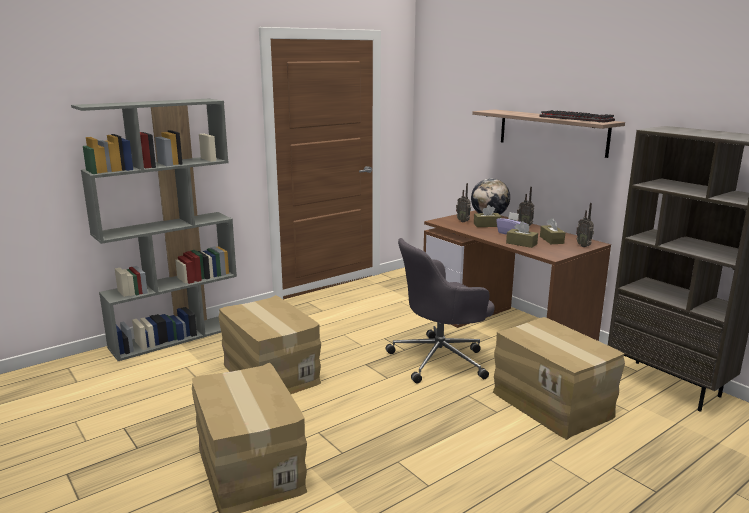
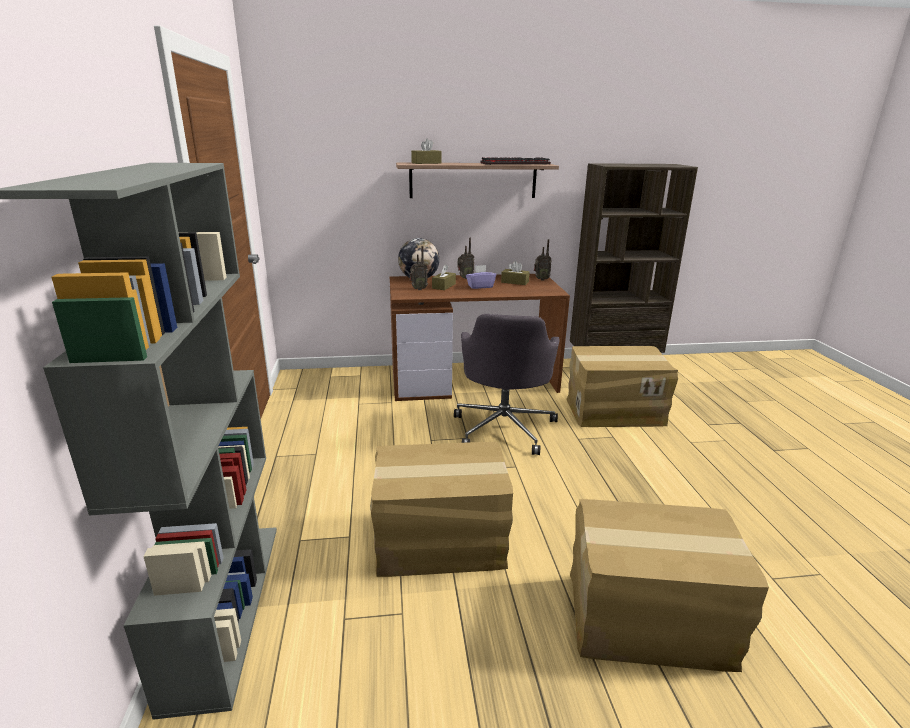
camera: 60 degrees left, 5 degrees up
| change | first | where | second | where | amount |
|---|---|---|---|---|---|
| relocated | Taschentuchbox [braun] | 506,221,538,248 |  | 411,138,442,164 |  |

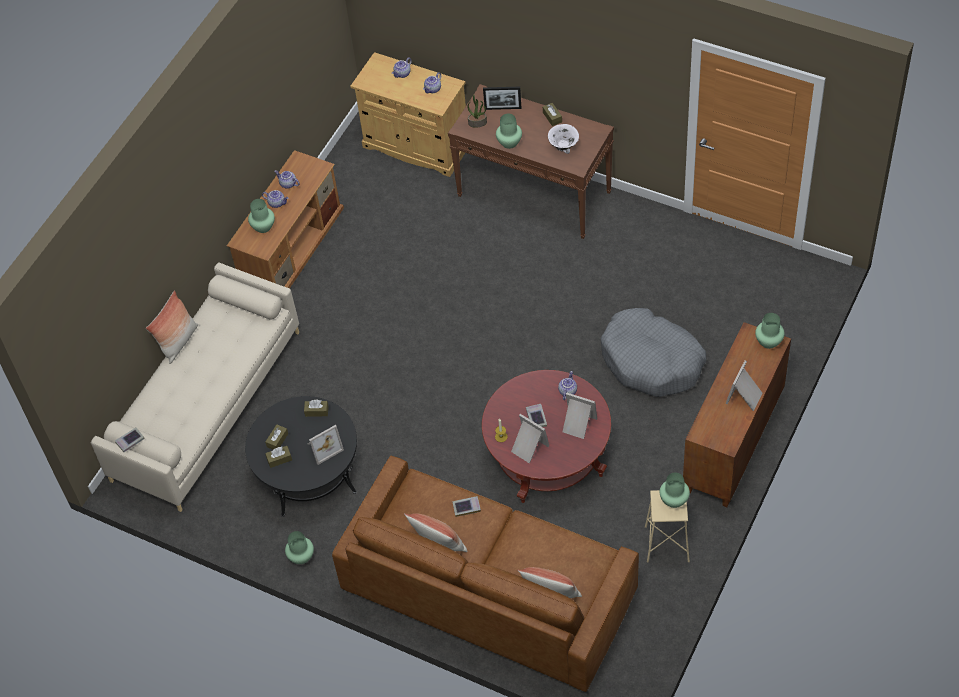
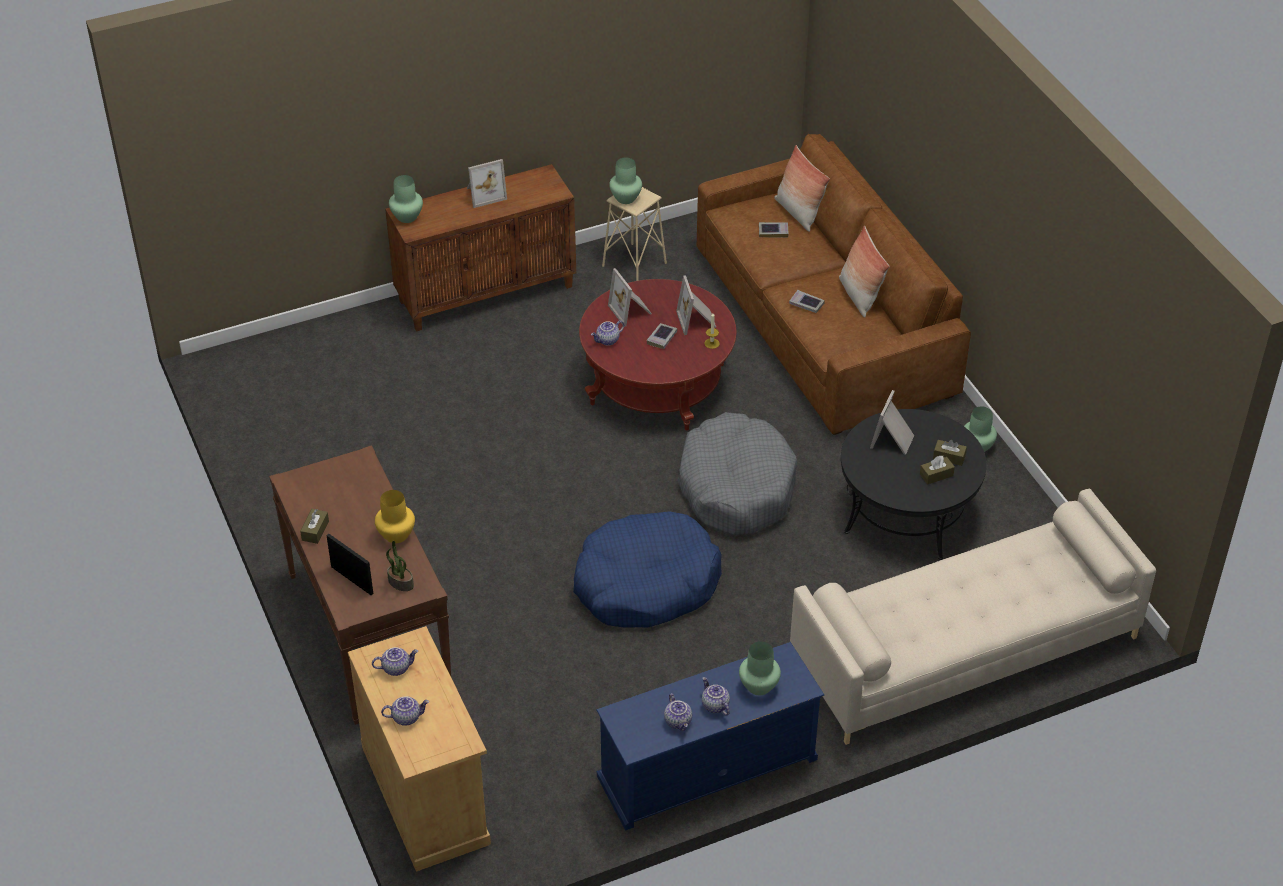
camera: 145 degrees left, 10 degrees down
| change | first | where | second | where | amount |
|---|---|---|---|---|---|
| colour | Vase [grün] | 496,114,522,149 | Vase [gelb] | 375,490,415,543 |  |
| appeared |  |  | Hundebett [blau] | 573,511,722,628 |  |
| colour | Fernsehschrank [braun] | 227,150,344,289 | Fernsehschrank [blau] | 596,642,824,831 |  |
| relocated | Hundebett [grau] | 601,308,706,397 |  | 677,412,797,536 |  |
| relocated | Buch | 115,428,145,452 |  | 759,222,789,238 |  |
| spun | Bilderrahmen | 308,425,344,465 |  | 870,390,914,455 | 75 degrees counterclockwise |
| missing | Kissen | 146,290,198,364 |  |  |  |
| missing | Taschentuchbox [braun] | 304,399,329,417 |  |  |  |
| missing | Schüssel [weiß] | 548,124,579,154 |  |  |  |

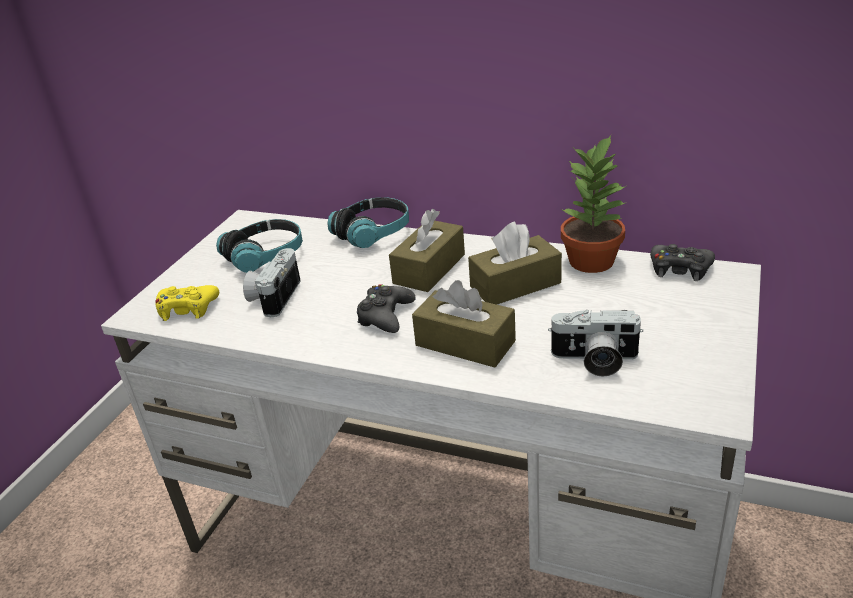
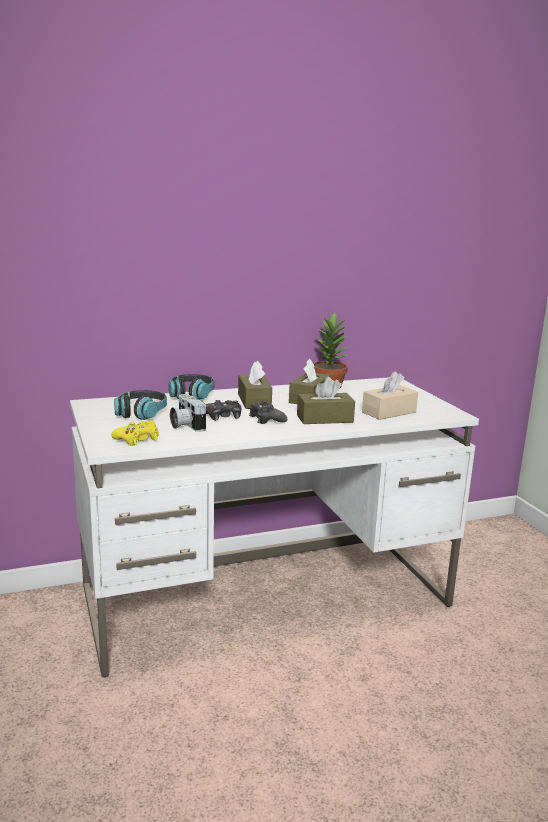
camera: 45 degrees left, 15 degrees down
| change | first | where | second | where | amount |
|---|---|---|---|---|---|
| relocated | Gamepad [schwarz] | 650,244,715,281 |  | 206,400,241,421 |  |
| exchanged | Kamera | 548,310,643,377 | Taschentuchbox [beige] | 362,371,418,420 |  |

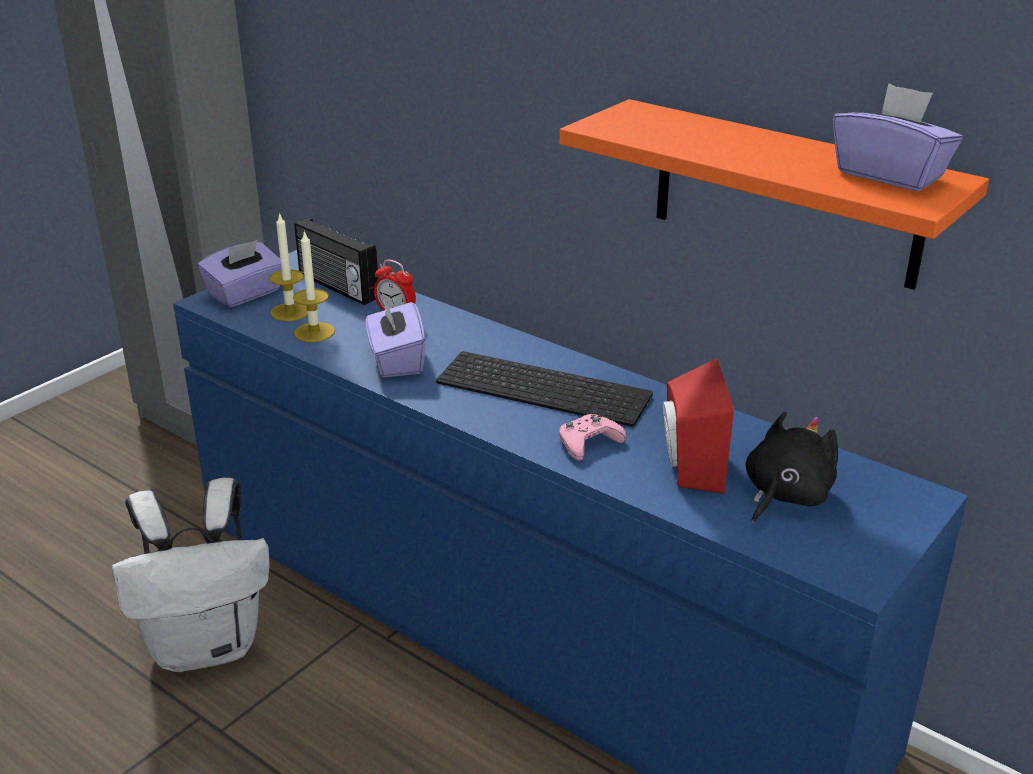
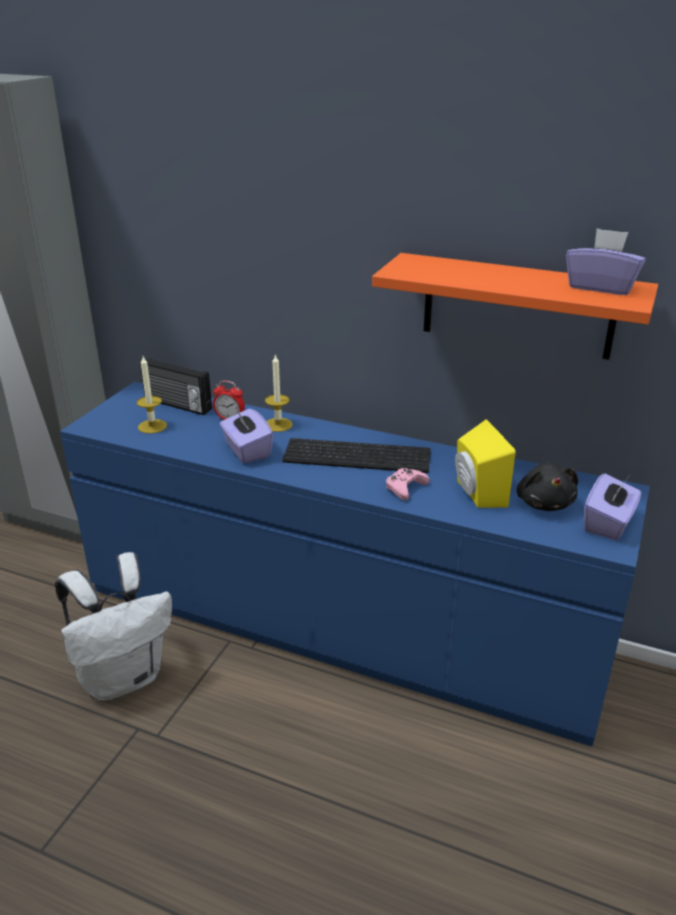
camera: 15 degrees left, 0 degrees up
| change | first | where | second | where | amount |
|---|---|---|---|---|---|
| relocated | Kerze | 293,230,335,342 |  | 265,354,293,432 |  |
| colour | Lautsprecher [rot] | 663,358,734,494 | Lautsprecher [gelb] | 455,419,516,508 |  |
| spun | Plüschtier [schwarz] | 746,411,838,524 |  | 516,462,578,511 | 150 degrees clockwise |
| relocated | Taschentuchbox [lila] | 198,240,281,307 |  | 584,473,641,541 |  |

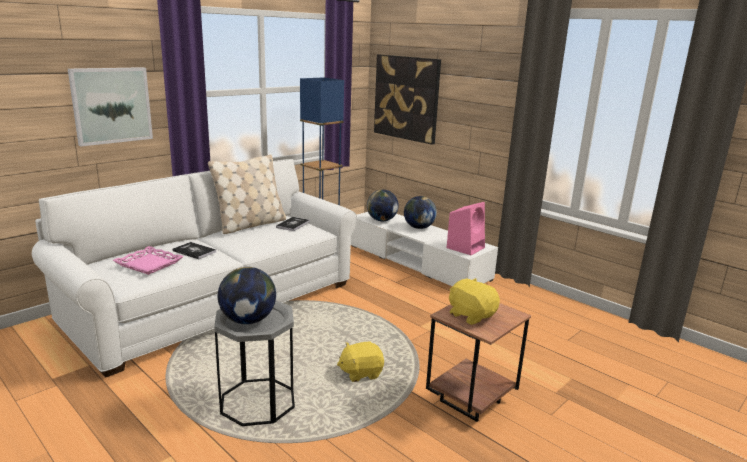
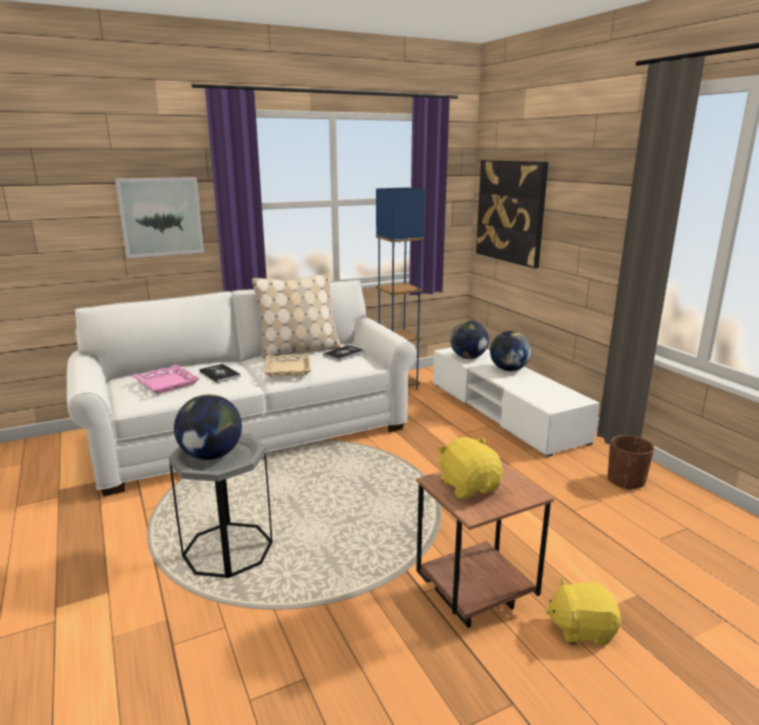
camera: 20 degrees right, 0 degrees up
| change | first | where | second | where | amount |
|---|---|---|---|---|---|
| appeared |  |  | Tablett [beige] | 264,354,311,377 |  |
| relocated | Plüschtier [gelb] | 337,342,384,382 |  | 546,578,621,646 |  |
| appeared |  |  | Pflanzkübel [braun] | 608,435,654,490 |  |
| missing | Lautsprecher [rosa] | 447,202,485,255 |  |  |  |

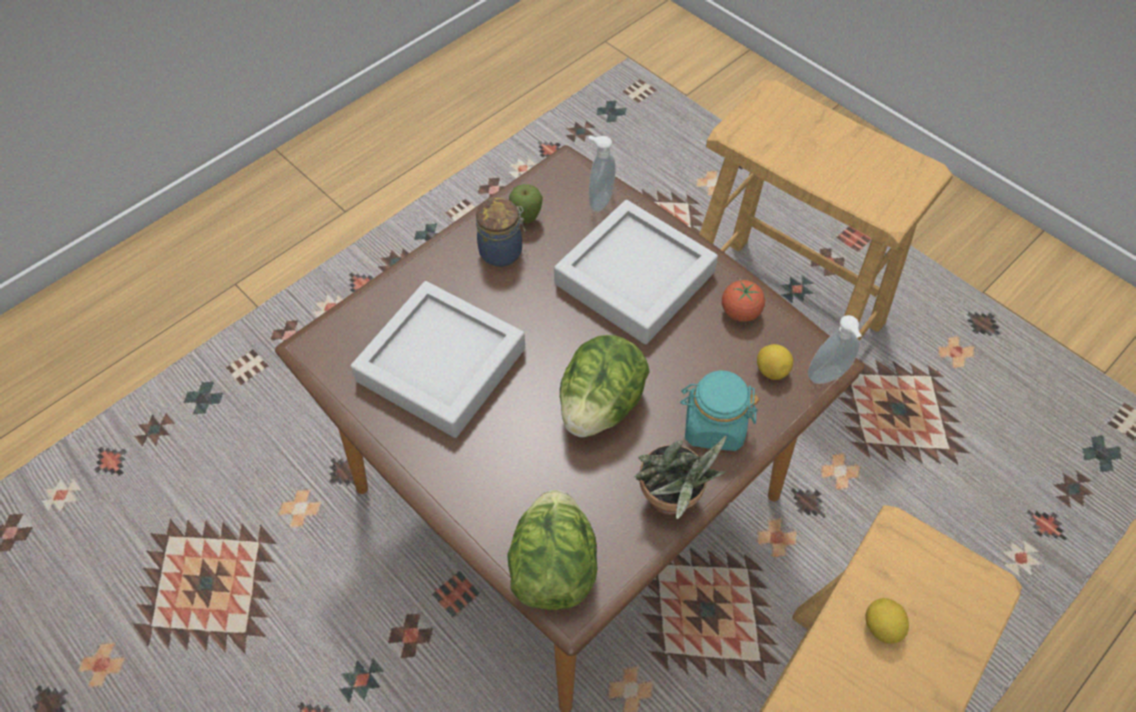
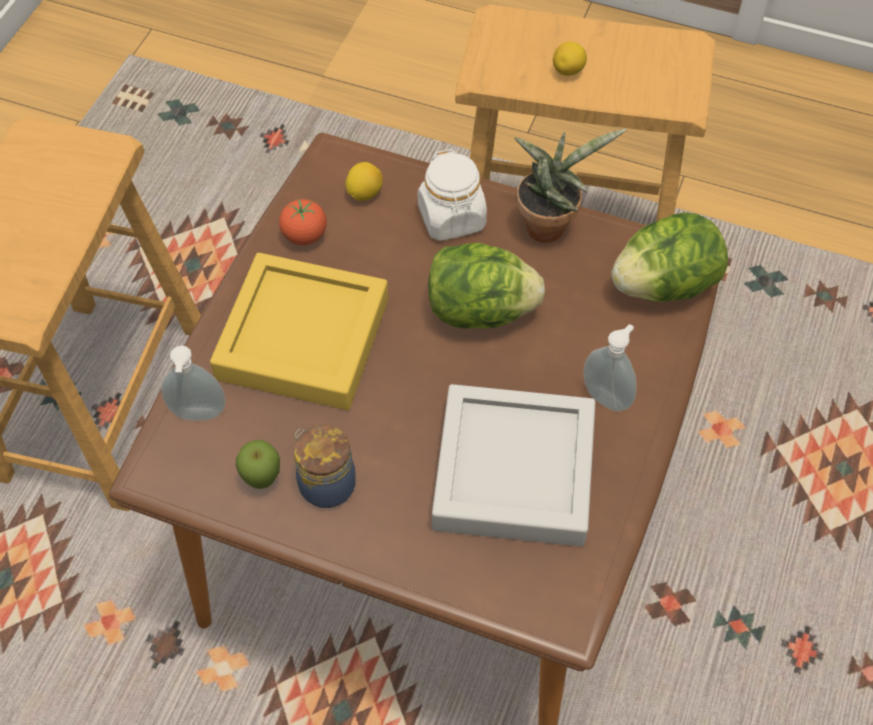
camera: 115 degrees left, 0 degrees up
| change | first | where | second | where | amount |
|---|---|---|---|---|---|
| colour | Tablett [grau] | 554,200,718,344 | Tablett [gelb] | 210,253,388,410 |  |
| colour | Vorratsglas [türkis] | 680,370,759,451 | Vorratsglas [weiß] | 418,149,487,241 |  |
| relocated | Seifenspender | 808,315,862,384 |  | 583,324,637,412 |  |

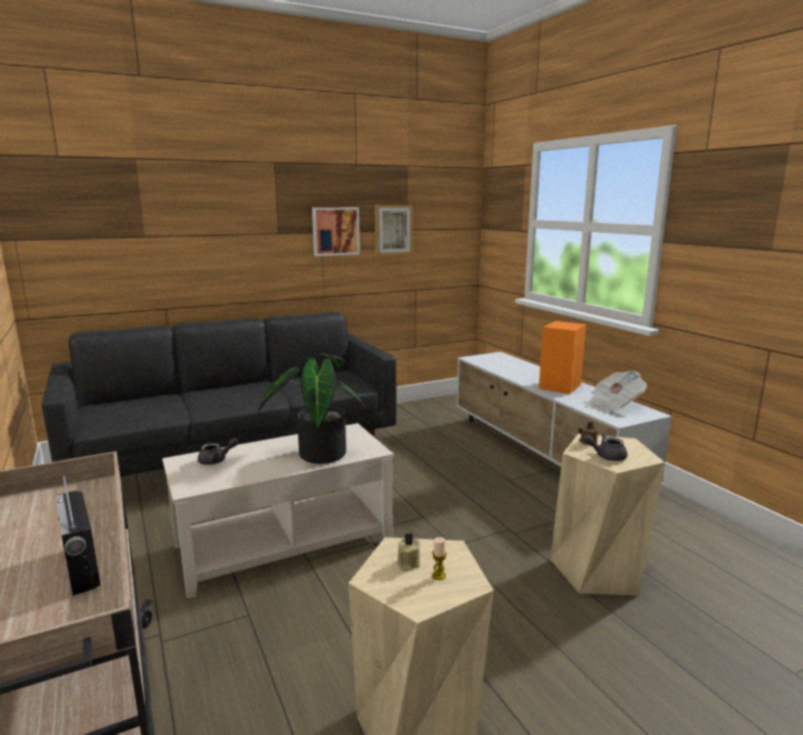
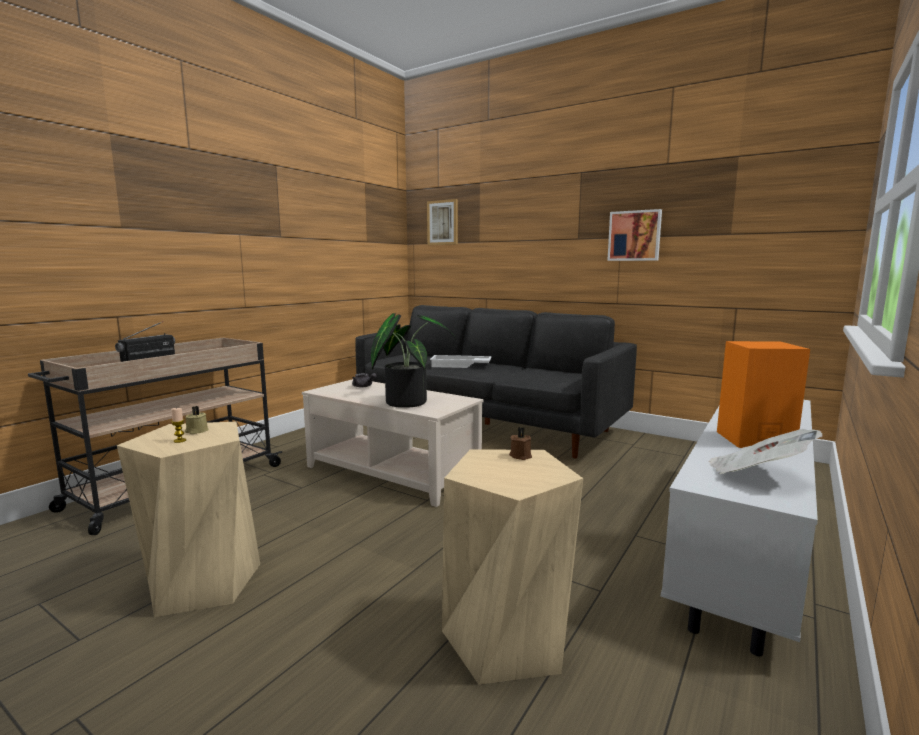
camera: 60 degrees right, 5 degrees down
| change | first | where | second | where | amount |
|---|---|---|---|---|---|
| relocated | Bild | 375,205,413,256 |  | 427,199,458,245 |  |
| appeared |  |  | Tablett [weiß] | 430,355,492,368 |  |
| missing | Teekanne [grau] | 583,433,628,461 |  |  |  |

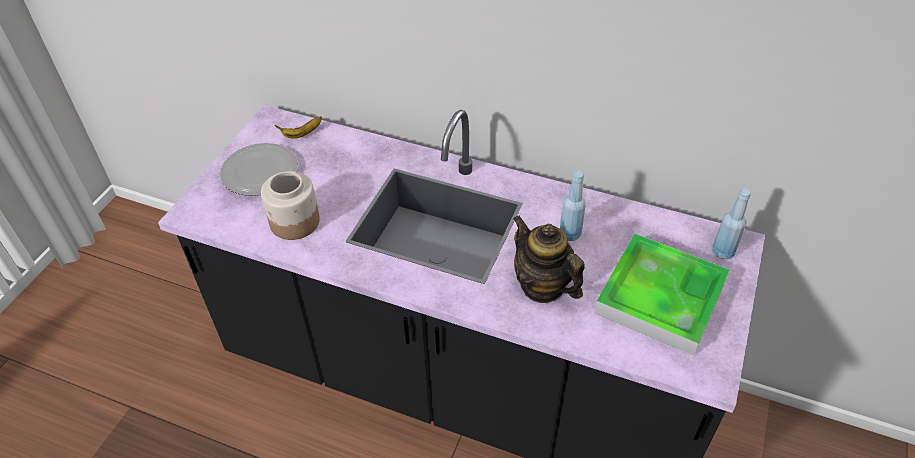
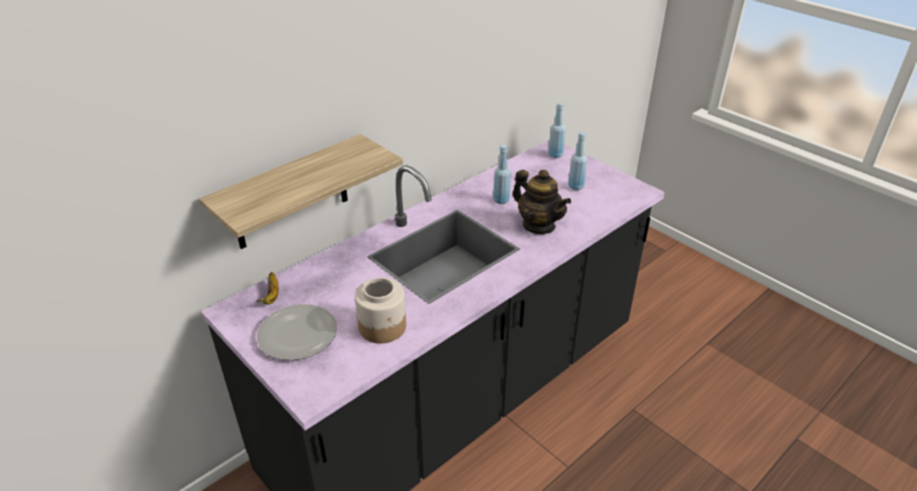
camera: 65 degrees left, 10 degrees down
| change | first | where | second | where | amount |
|---|---|---|---|---|---|
| appeared |  |  | Wandregal | 199,134,403,249 |  |
| spun | Teekanne | 513,216,585,303 |  | 513,170,571,234 | 120 degrees counterclockwise |
| exchanged | Tablett | 595,233,730,355 | Flasche [blau] | 568,132,587,190 |  |

